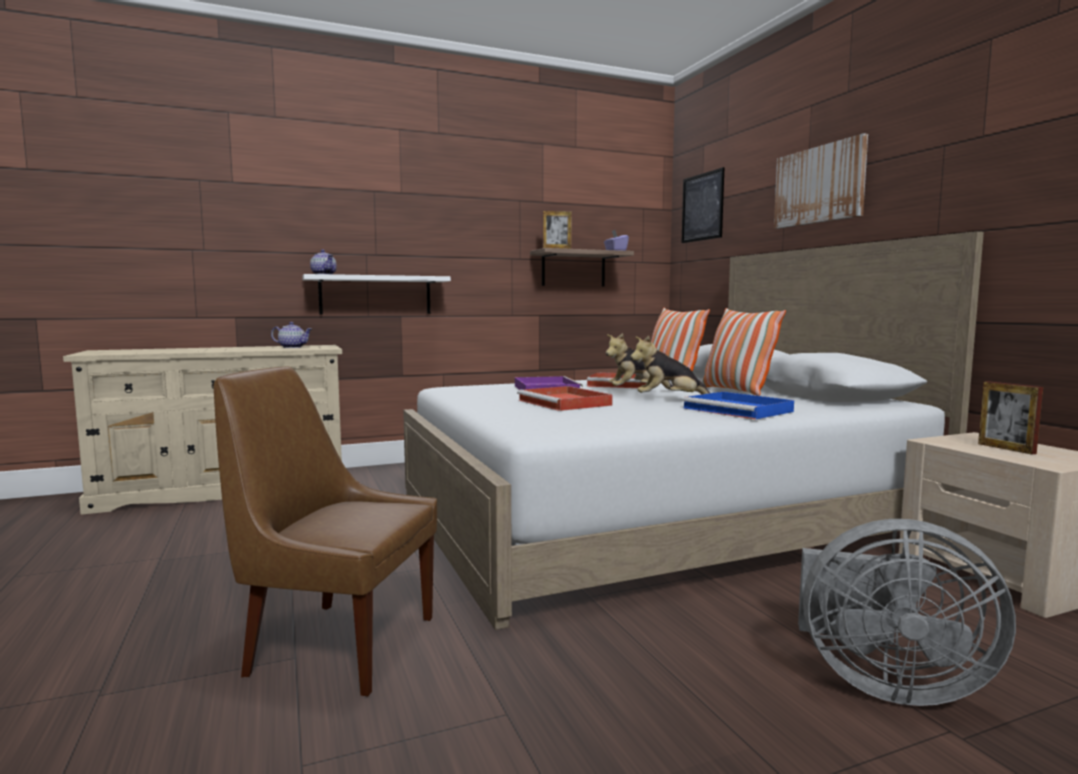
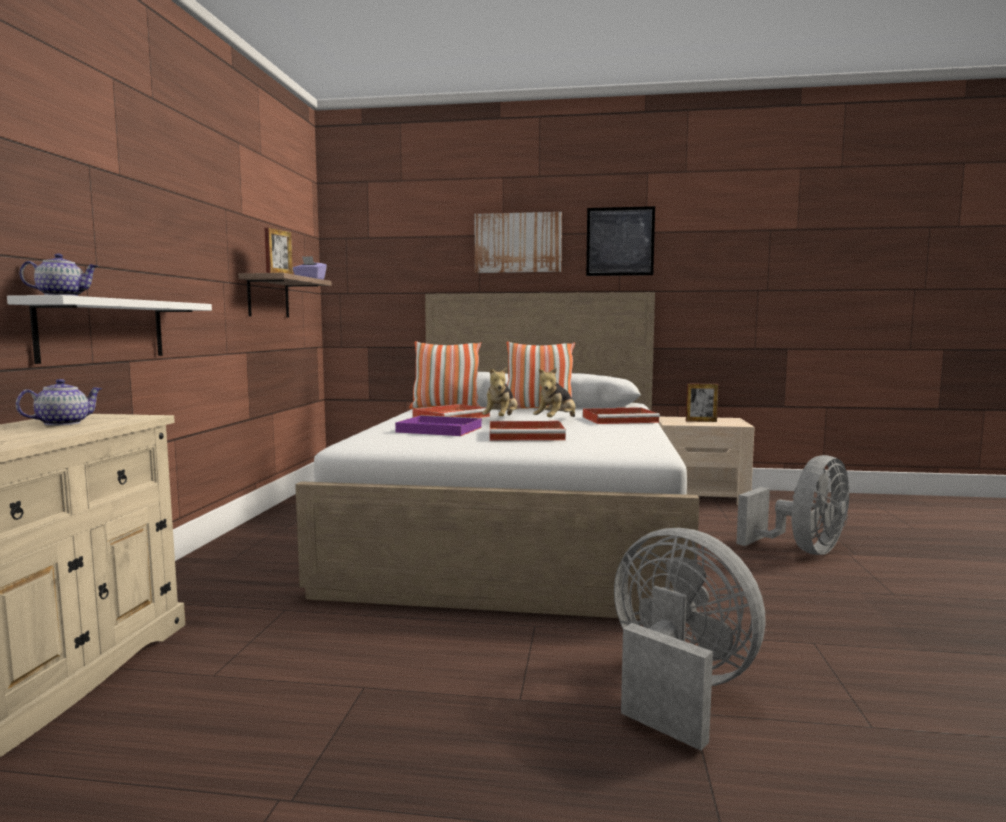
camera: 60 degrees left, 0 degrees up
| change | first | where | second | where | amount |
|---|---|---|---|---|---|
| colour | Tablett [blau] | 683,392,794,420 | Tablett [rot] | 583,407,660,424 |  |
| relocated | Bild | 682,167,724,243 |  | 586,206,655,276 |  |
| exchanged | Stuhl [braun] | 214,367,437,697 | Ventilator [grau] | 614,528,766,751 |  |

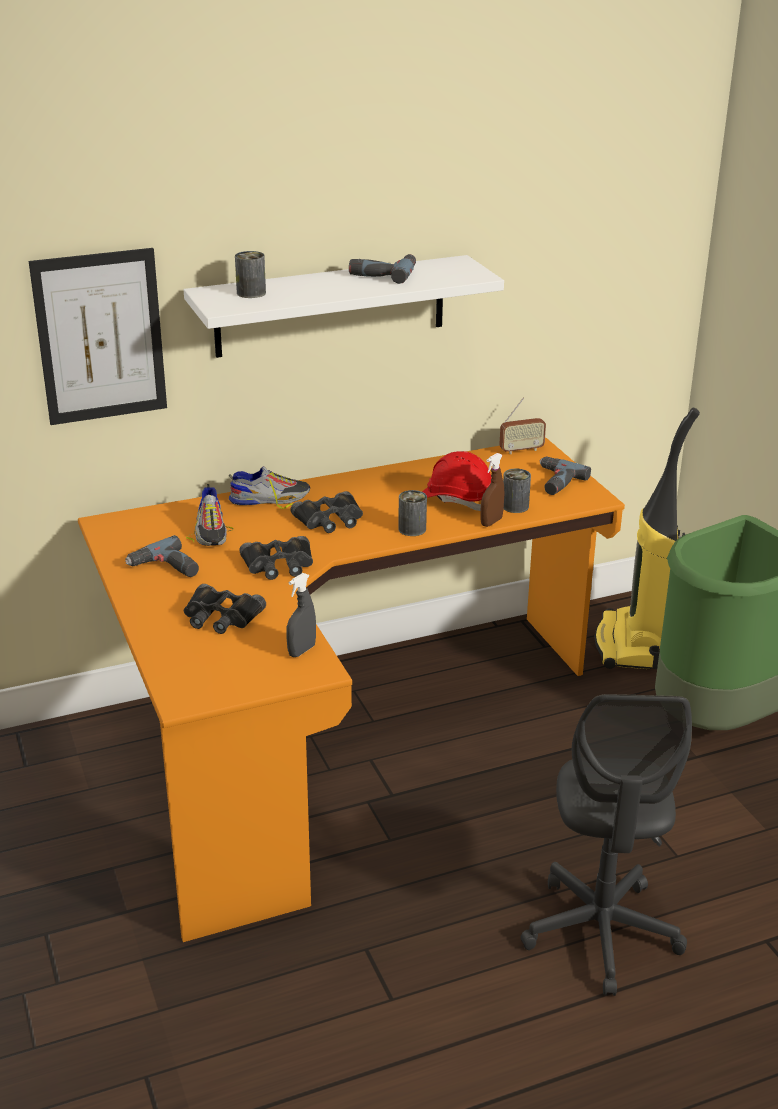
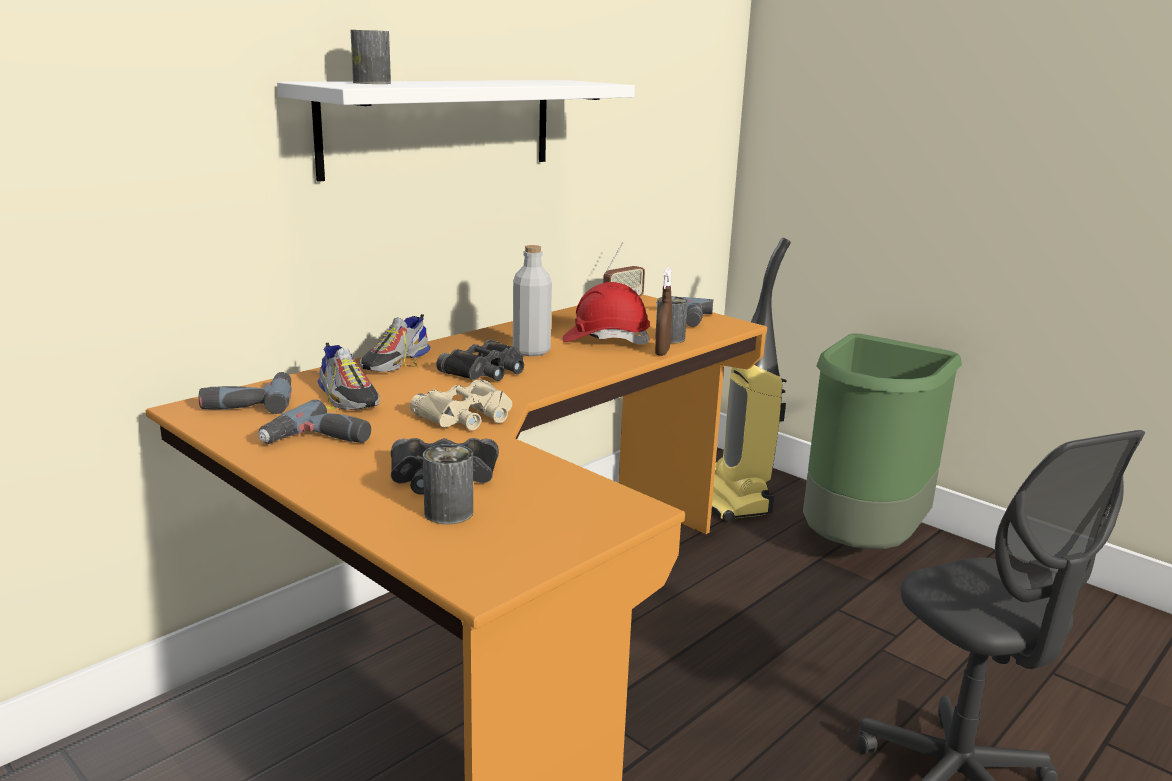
camera: 25 degrees left, 10 degrees down
| change | first | where | second | where | amount |
|---|---|---|---|---|---|
| relocated | Bohrmaschine | 349,254,416,284 |  | 199,372,292,414 |  |
| spun | Schuh | 229,466,310,509 |  | 360,314,431,372 | 150 degrees clockwise |
| colour | Fernglas [schwarz] | 239,536,313,580 | Fernglas [beige] | 410,380,512,430 |  |
| relocated | Dose | 398,490,427,536 |  | 423,444,473,524 |  |
| appeared |  |  | Flasche [grau] | 513,245,552,356 |  |
| missing | Bild | 29,248,167,425 |  |  |  |
| missing | Sprühflasche [grau] | 286,573,316,657 |  |  |  |

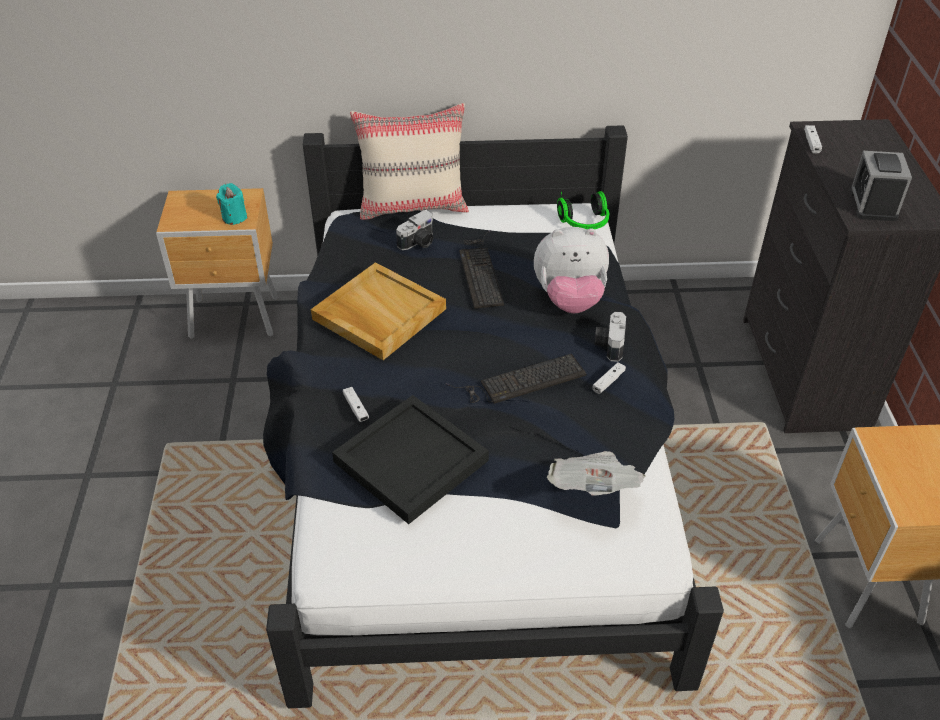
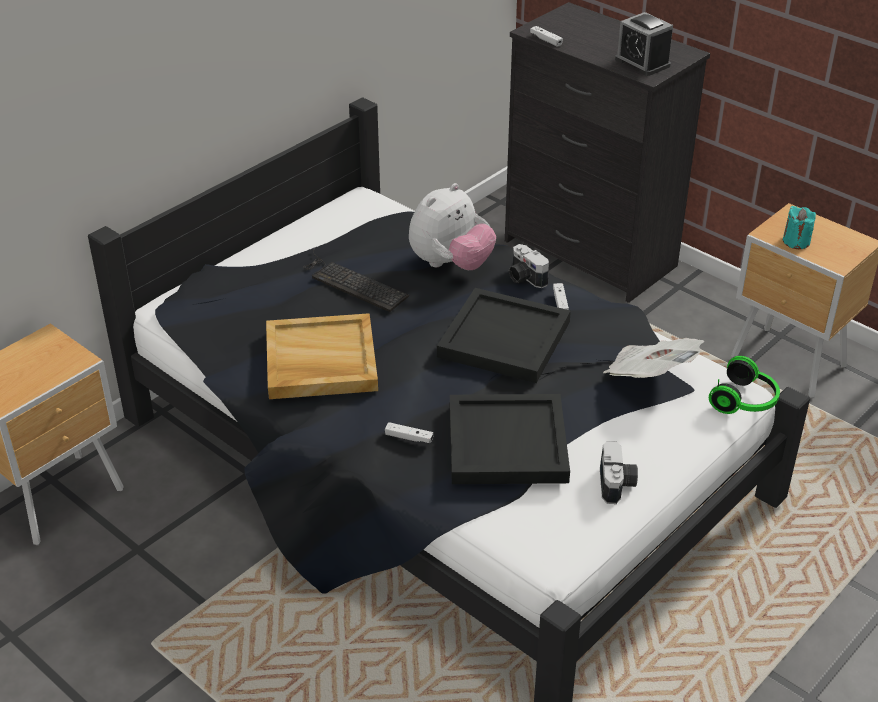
camera: 45 degrees left, 5 degrees down
| change | first | where | second | where | amount |
|---|---|---|---|---|---|
| exchanged | Tastatur | 446,354,586,404 | Tablett [schwarz] | 437,288,571,383 |  |
| relocated | Kamera | 396,211,434,250 |  | 600,441,638,504 |  |
| relocated | Kopfhörer | 557,191,609,229 |  | 709,356,780,414 |  |
| relocated | Kerze [türkis] | 216,183,247,225 |  | 783,206,816,249 |  |
| missing | Kissen [beige] | 350,103,469,220 |  |  |  |

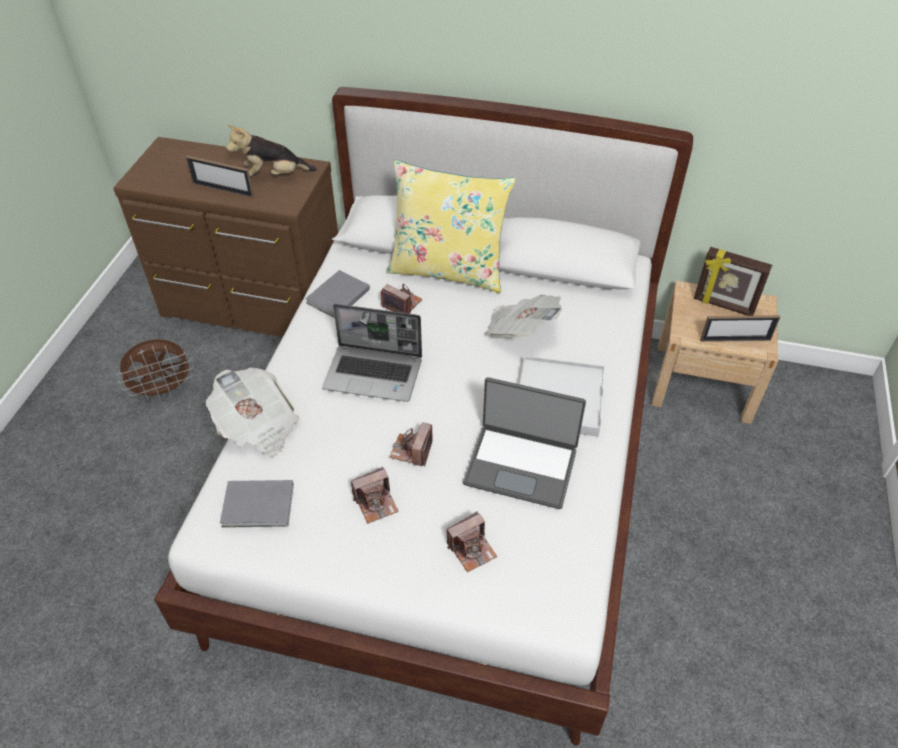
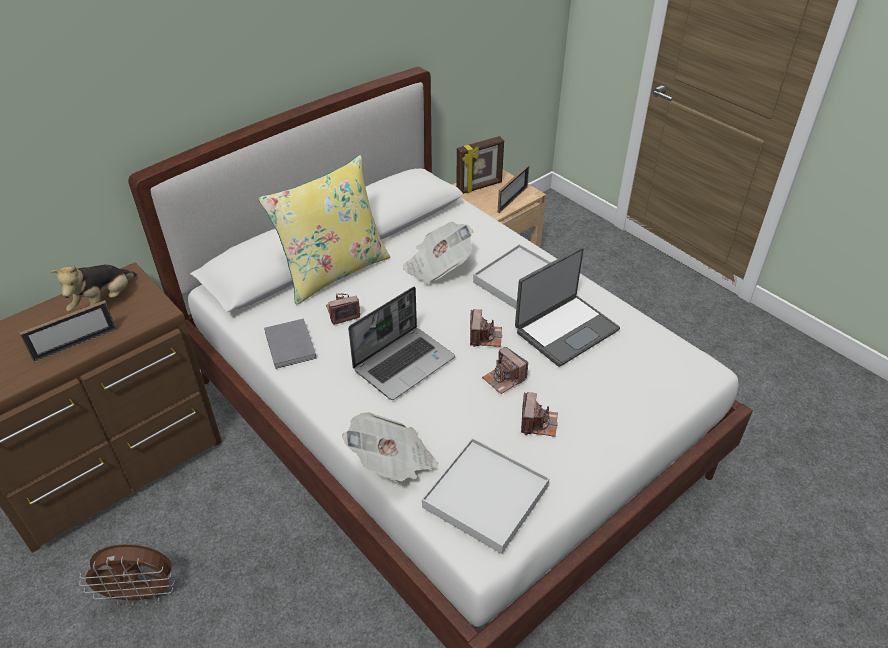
camera: 55 degrees left, 5 degrees down
| change | first | where | second | where | amount |
|---|---|---|---|---|---|
| spun | Ventilator [braun] | 118,339,194,401 |  | 79,544,175,607 | 75 degrees clockwise |
| exchanged | Buch [grau] | 220,480,294,528 | Tablett [weiß] | 422,438,550,554 |  |
| relocated | Kamera | 447,511,497,572 |  | 470,309,502,347 |  |

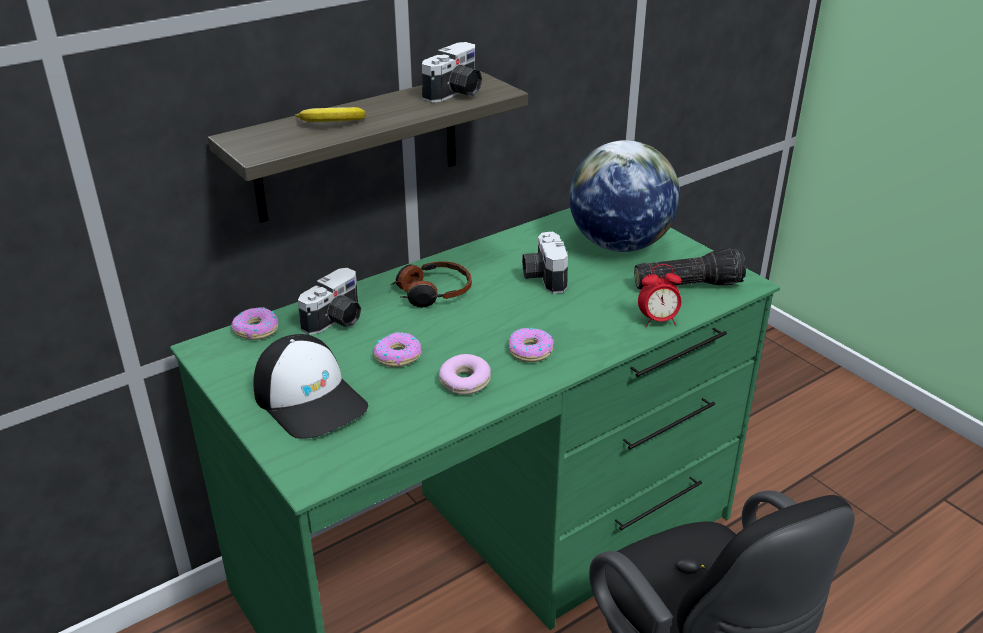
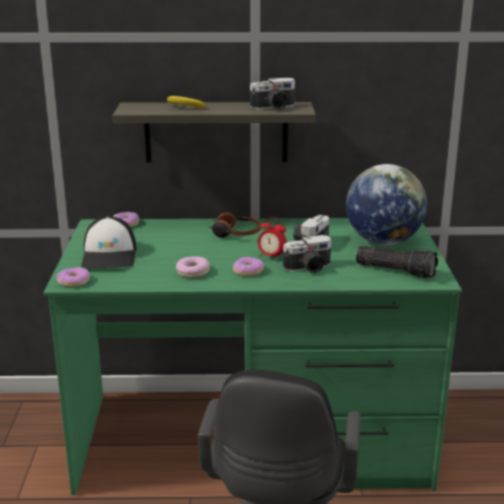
camera: 35 degrees right, 10 degrees down
| change | first | where | second | where | amount |
|---|---|---|---|---|---|
| relocated | Donut | 373,332,422,367 |  | 56,267,90,287 |  |
| relocated | Wecker | 638,264,682,326 |  | 258,217,287,261 |  |
| relocated | Kamera | 298,268,361,335 |  | 283,235,331,273 |  |

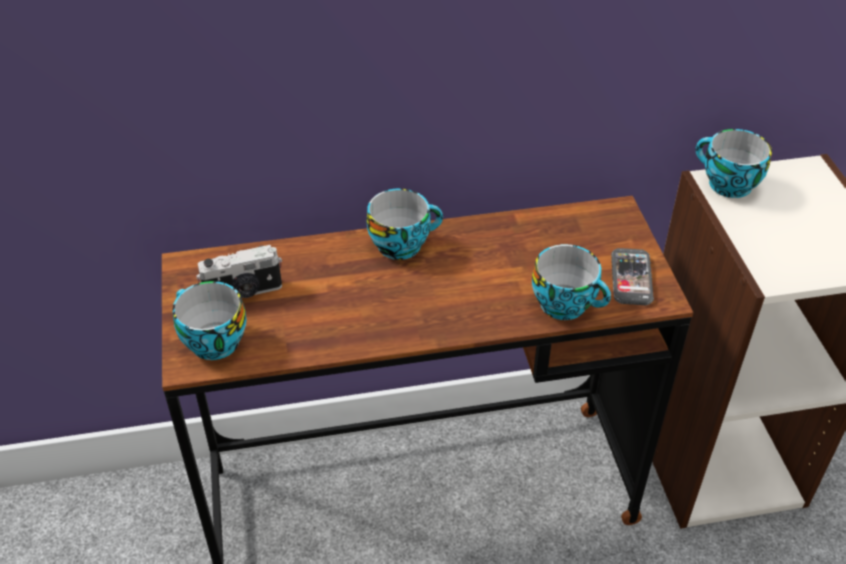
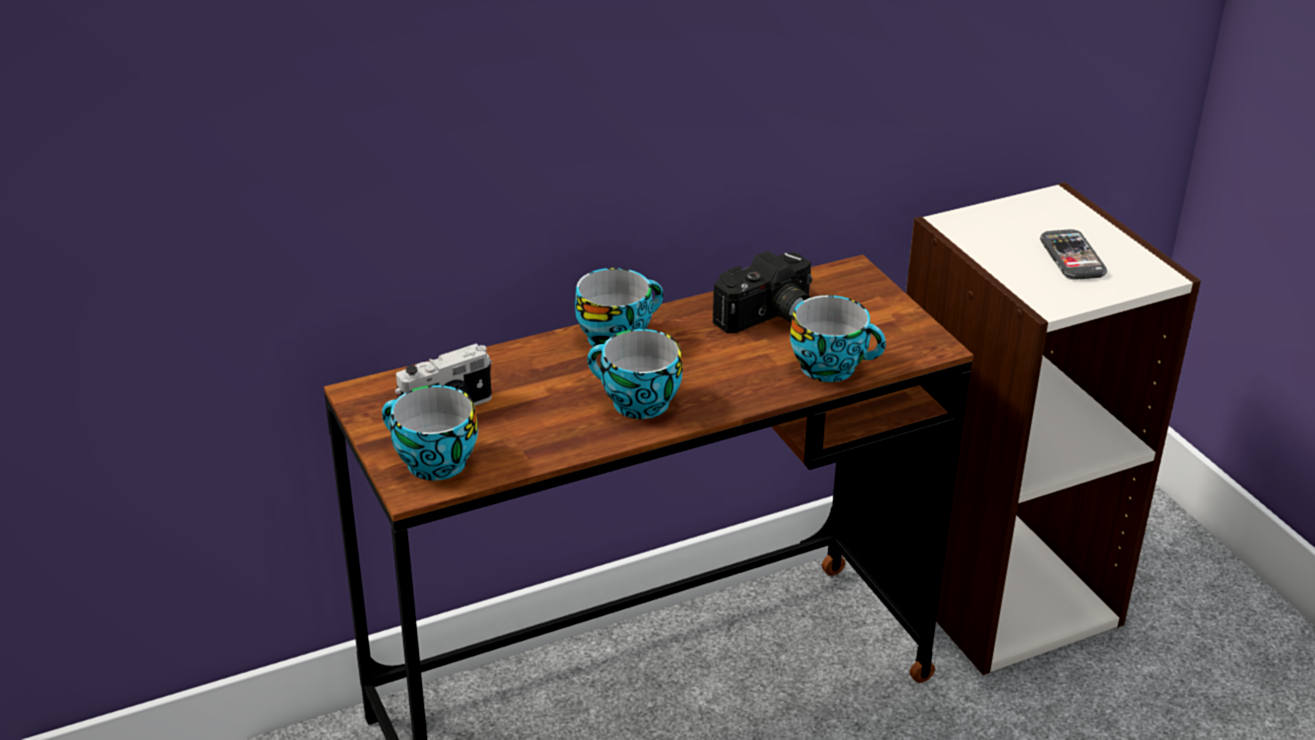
camera: 15 degrees left, 10 degrees down
| change | first | where | second | where | amount |
|---|---|---|---|---|---|
| relocated | Tasse | 695,129,772,198 |  | 587,329,683,419 |  |
| appeared |  |  | Kamera | 713,251,812,333 |  |
| relocated | Handy | 611,248,654,305 |  | 1040,229,1107,280 |  |

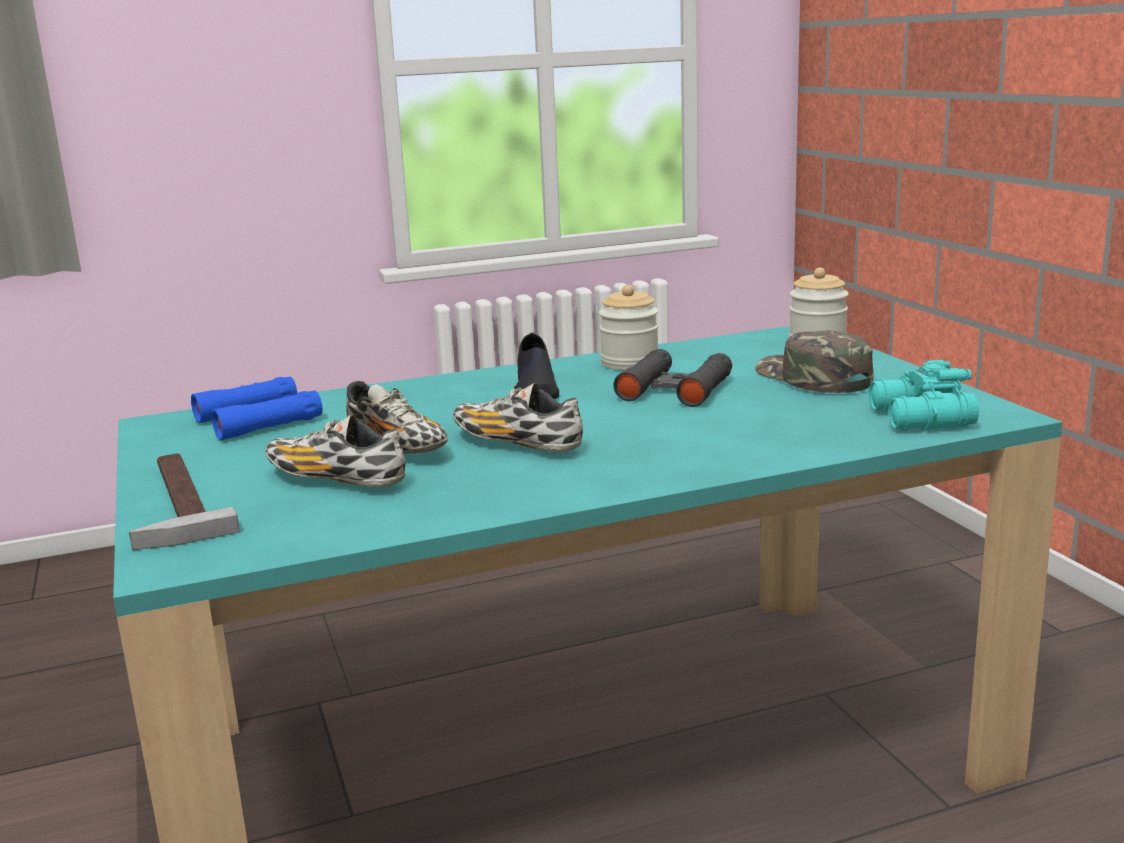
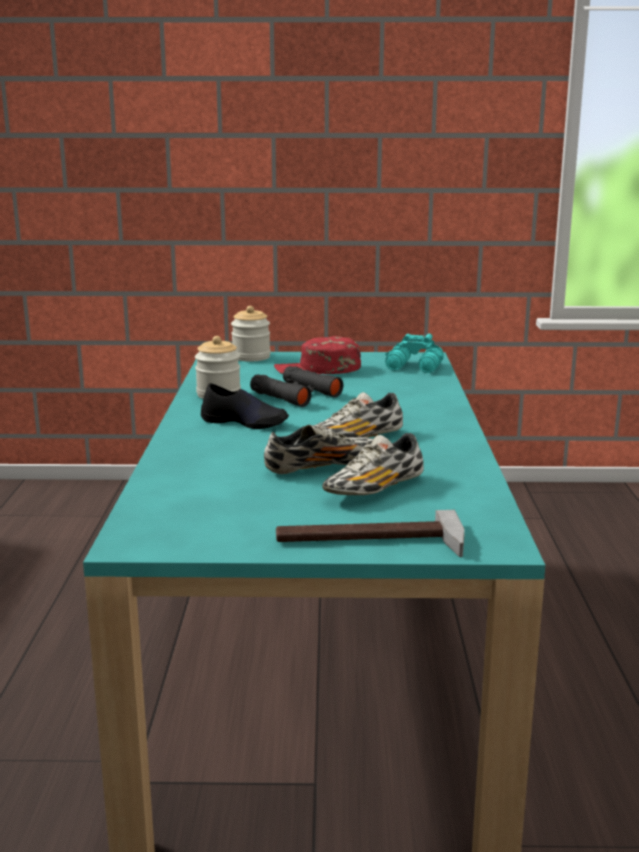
camera: 70 degrees left, 0 degrees up
| change | first | where | second | where | amount |
|---|---|---|---|---|---|
| colour | Kappe [grün] | 755,330,874,393 | Kappe [rot] | 274,336,361,374 |  |
| missing | Fernglas [blau] | 191,377,322,440 |  |  |  |

